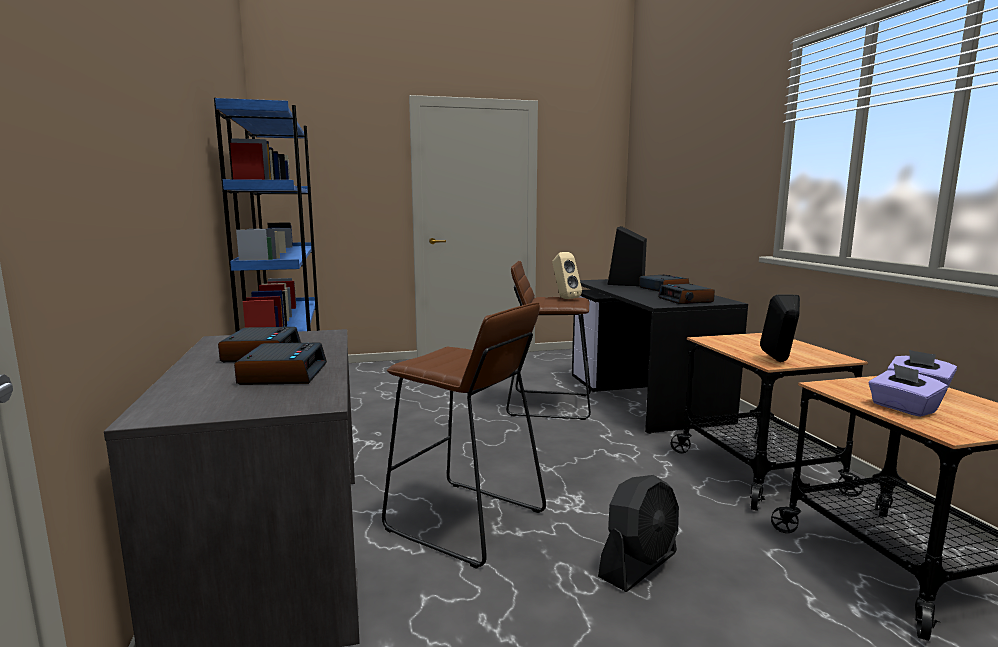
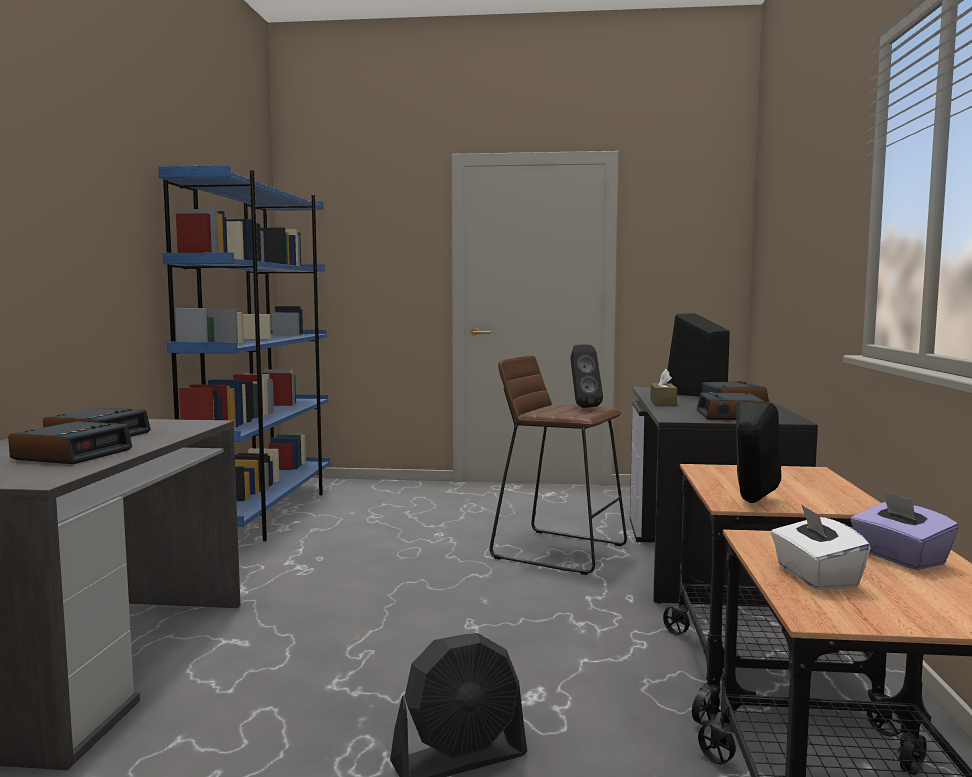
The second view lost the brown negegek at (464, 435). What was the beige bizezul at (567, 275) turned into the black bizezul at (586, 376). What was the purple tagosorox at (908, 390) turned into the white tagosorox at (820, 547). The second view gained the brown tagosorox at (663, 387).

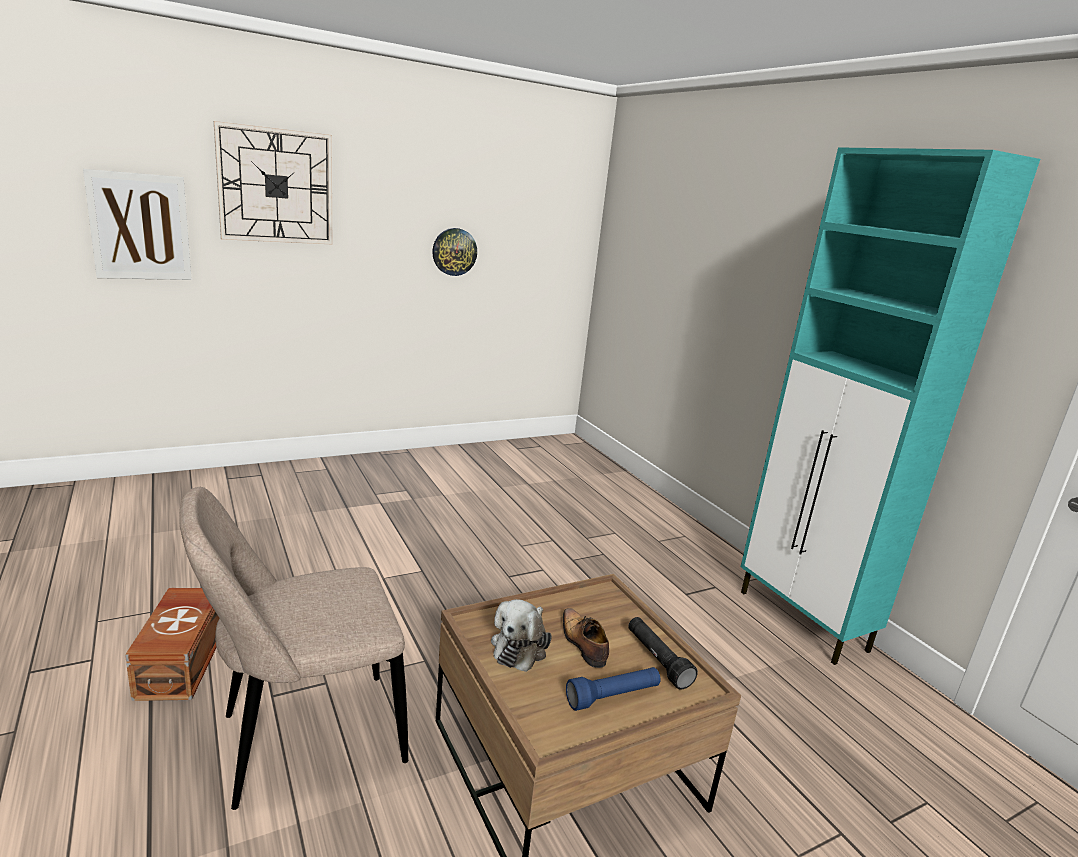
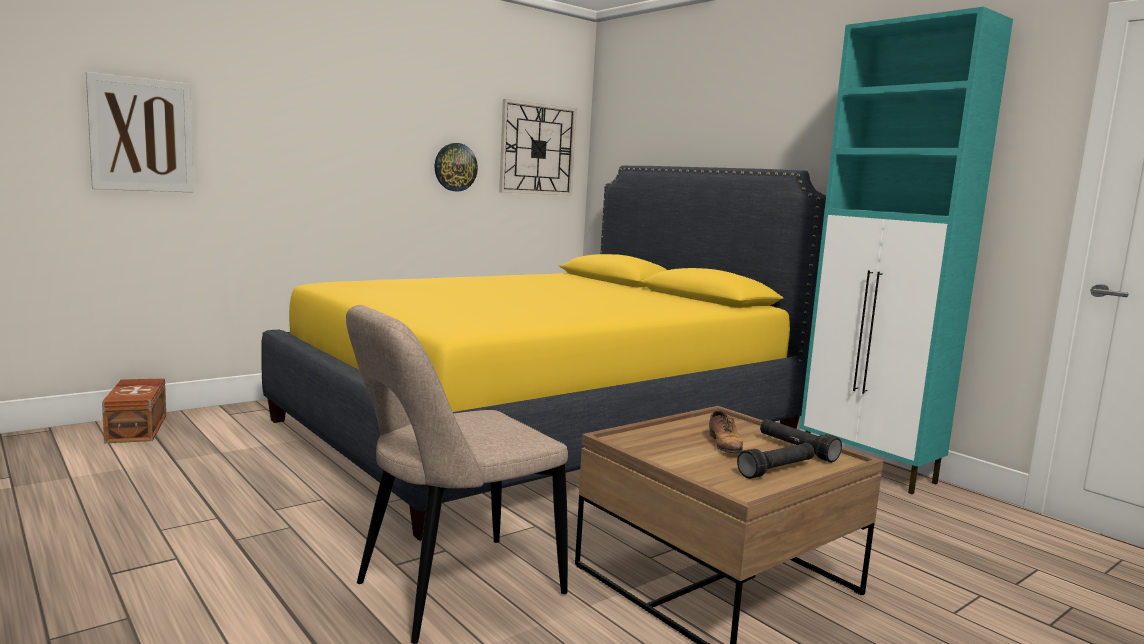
The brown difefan ended up elsewhere, having gone from (172, 644) to (134, 410). The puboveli ended up elsewhere, having gone from (273, 182) to (538, 147). The second view lost the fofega at (521, 635). The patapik at (586, 638) ended up facing another way, 150 degrees counterclockwise from before. What was the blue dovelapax at (613, 689) turned into the black dovelapax at (776, 461). The second view gained the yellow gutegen at (543, 353).

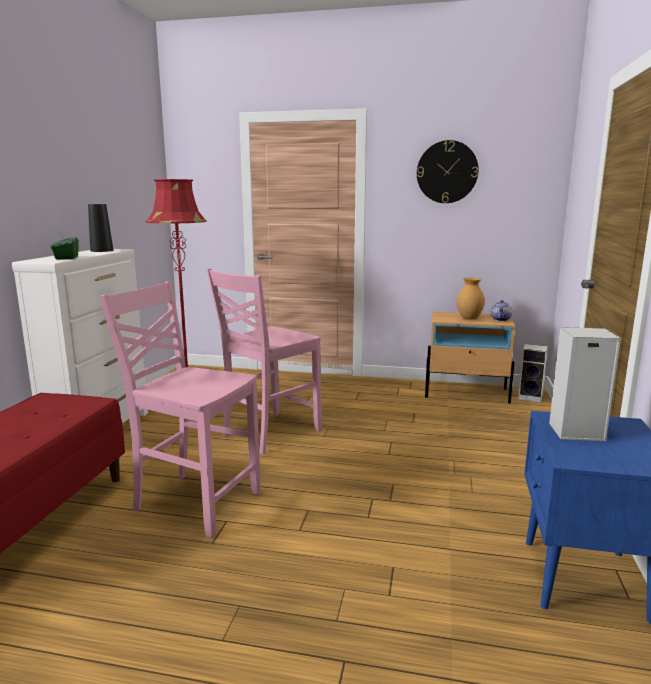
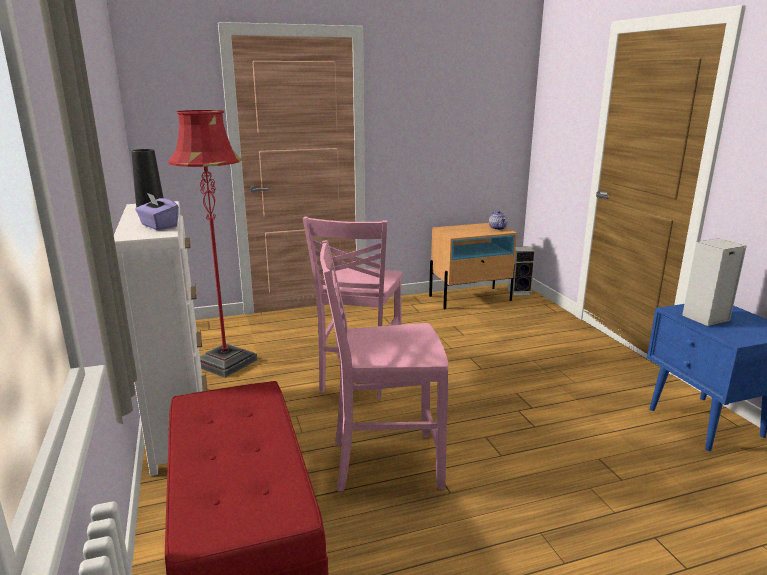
What was the green tagosorox at (64, 245) turned into the purple tagosorox at (157, 211). The second view lost the puboveli at (448, 171). The second view lost the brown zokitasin at (471, 299).

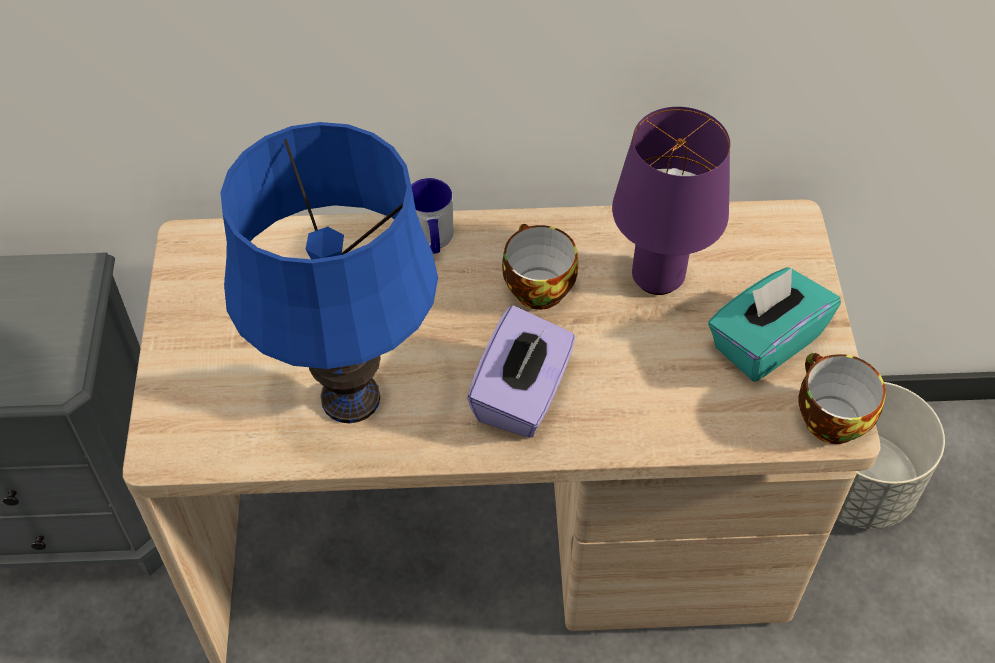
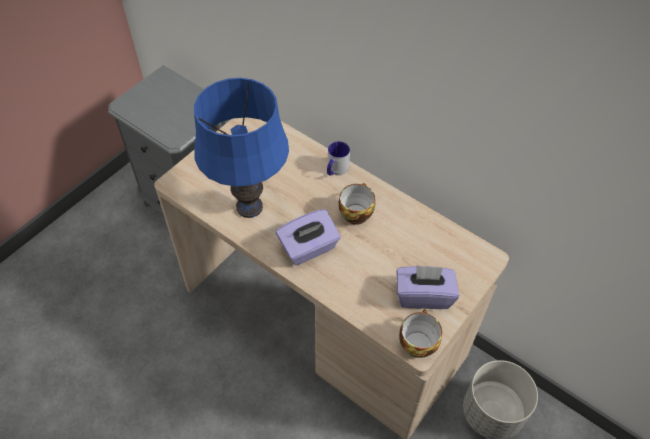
The second view lost the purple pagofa at (671, 201). What was the turquoise tagosorox at (774, 324) turned into the purple tagosorox at (428, 287).

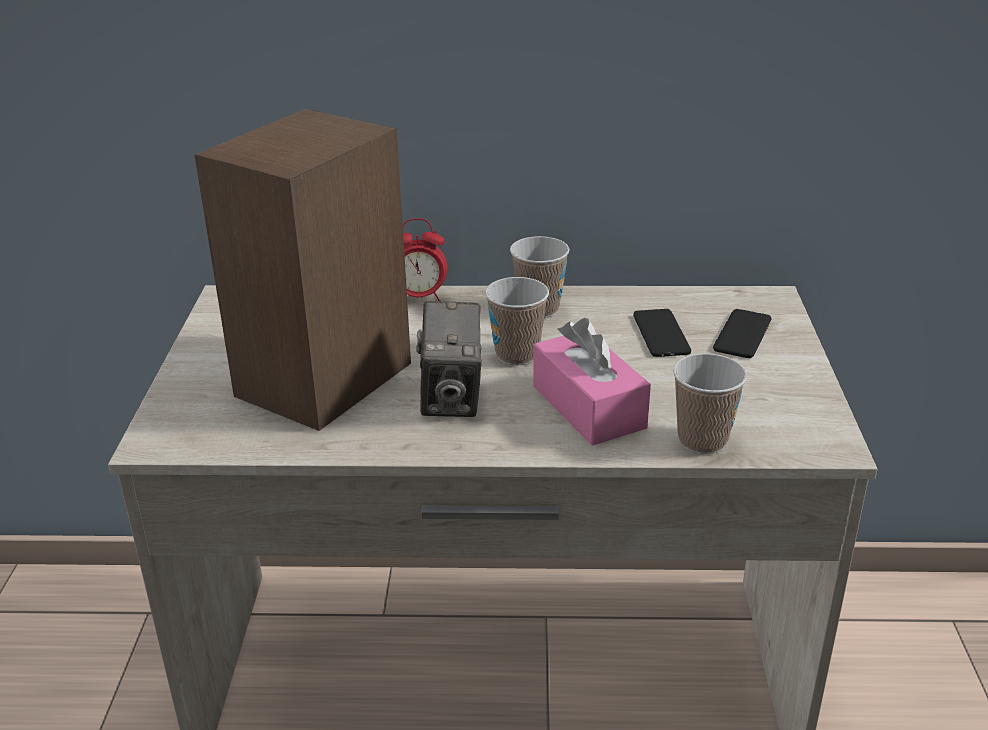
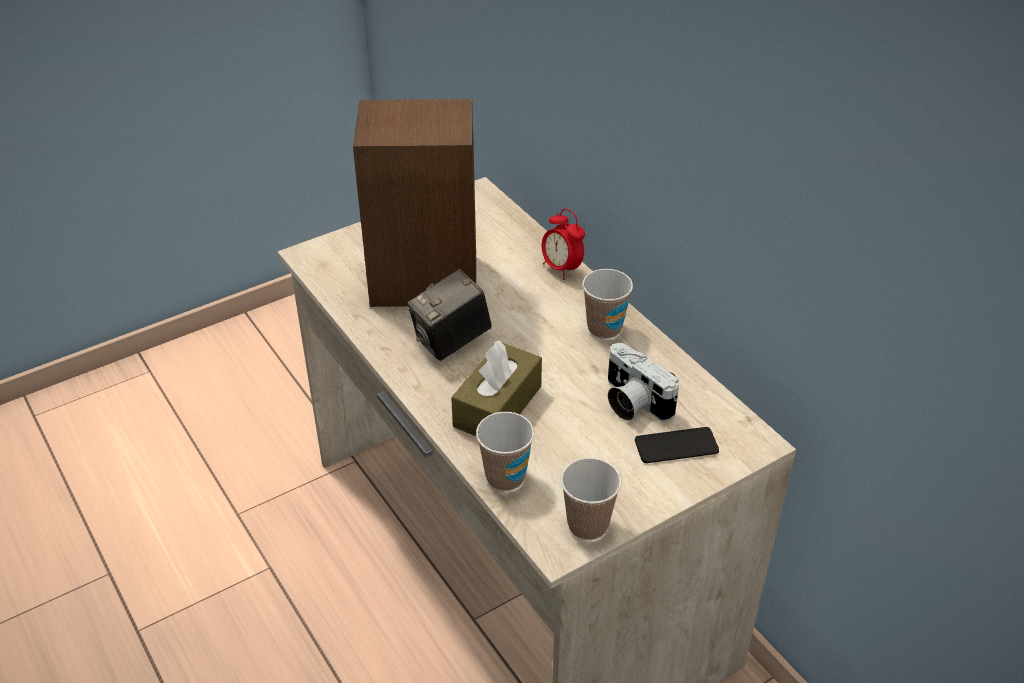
The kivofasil ended up elsewhere, having gone from (517, 321) to (591, 499). What was the pink tagosorox at (592, 382) turned into the brown tagosorox at (496, 388). Where the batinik stood at (662, 333), the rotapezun came to stand at (643, 382).

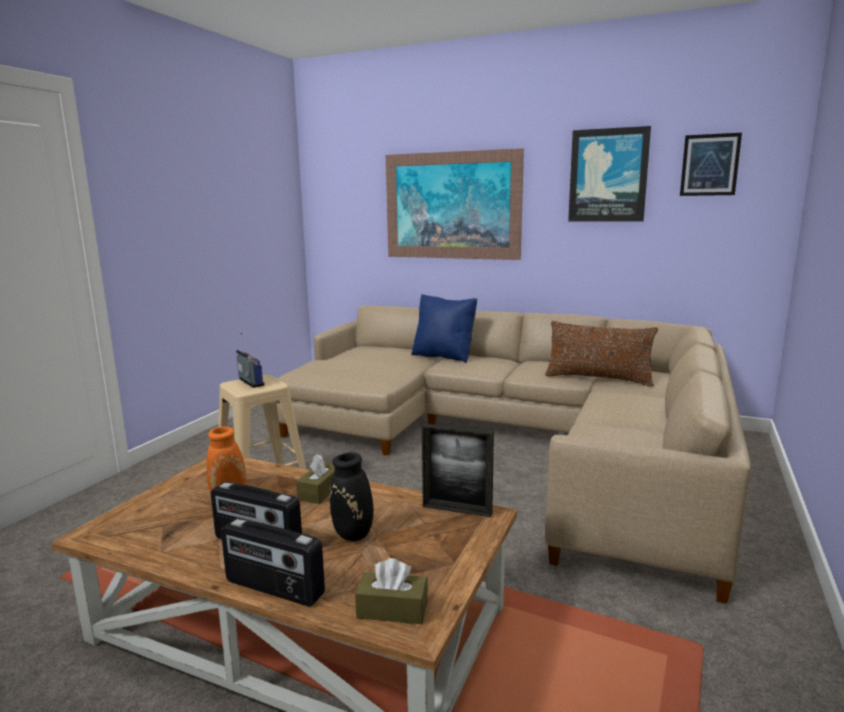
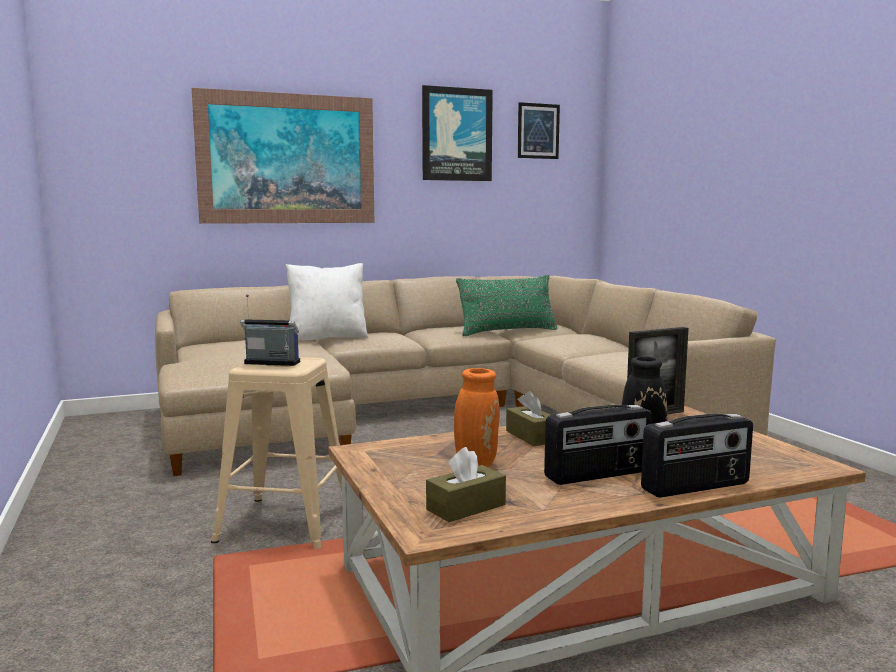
The brown tagosorox ended up elsewhere, having gone from (391, 591) to (466, 484). What was the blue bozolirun at (444, 328) turned into the white bozolirun at (327, 301). What was the brown bozolirun at (601, 353) turned into the green bozolirun at (507, 305).

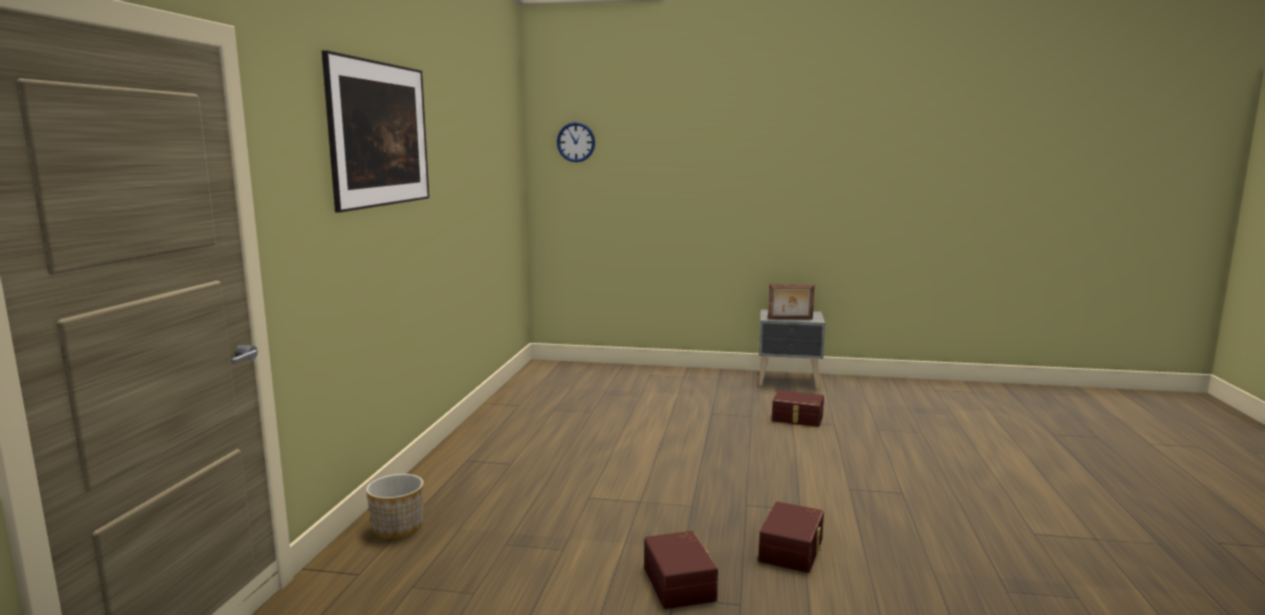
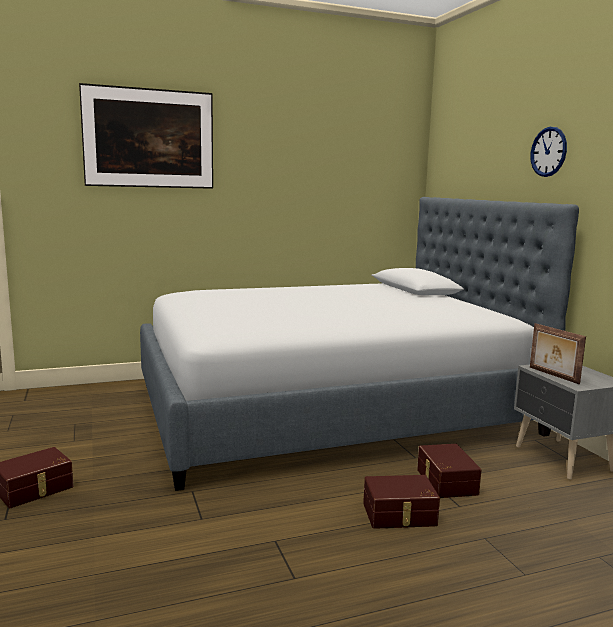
The second view lost the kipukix at (395, 506). The puboveli ended up elsewhere, having gone from (576, 142) to (549, 152). The brown difefan ended up elsewhere, having gone from (791, 537) to (401, 502). The second view gained the gutegen at (359, 344).

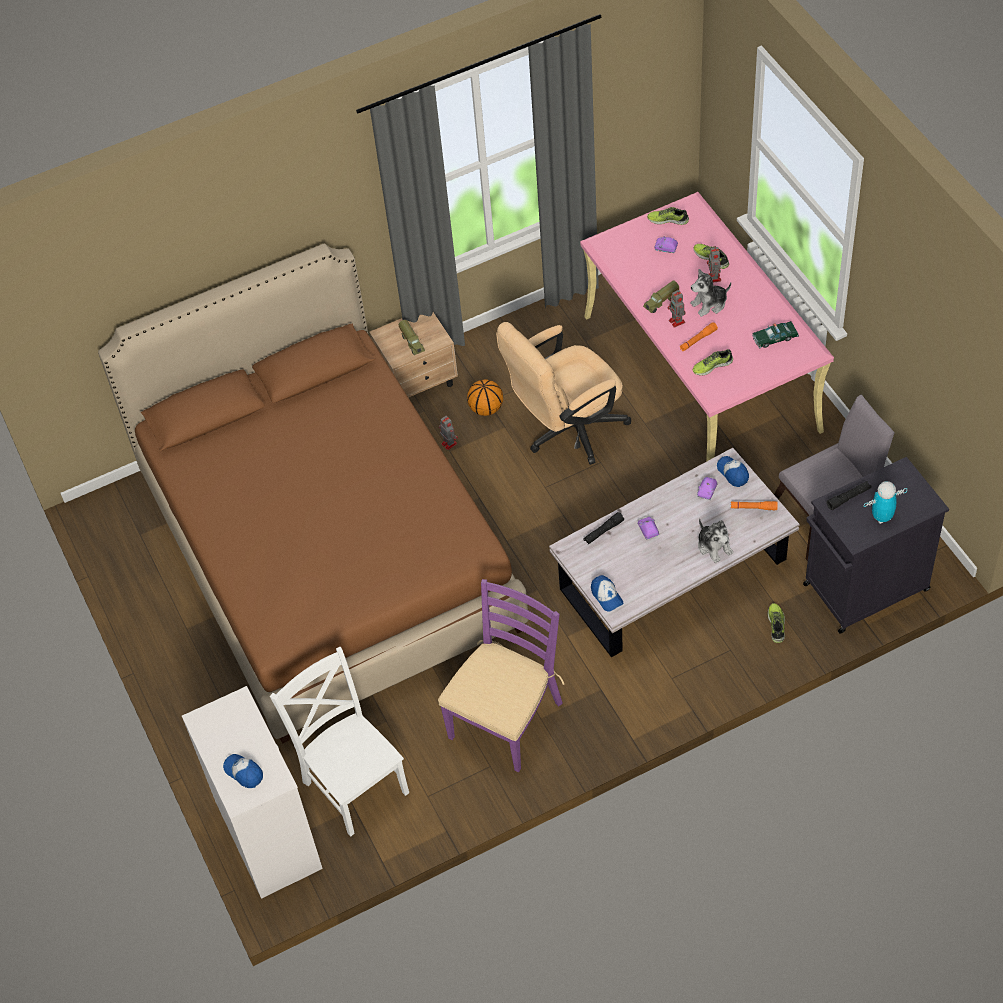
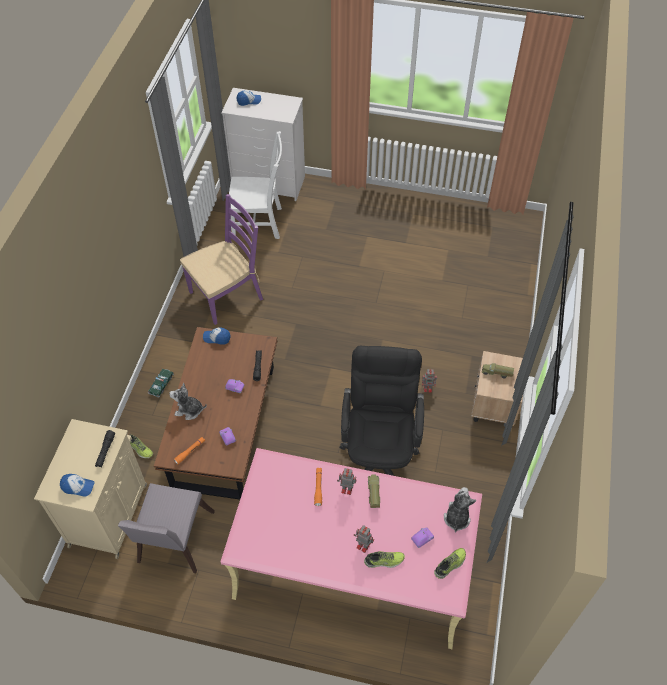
The second view lost the brown gutegen at (313, 493). The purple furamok at (501, 675) ended up facing another way, 105 degrees counterclockwise from before. The second view lost the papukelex at (485, 397). What was the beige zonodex at (563, 393) turned into the black zonodex at (381, 411). What was the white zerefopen at (674, 552) turned into the brown zerefopen at (215, 413). The fofega ended up elsewhere, having gone from (710, 293) to (460, 510). The second view lost the patapik at (713, 362). The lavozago ended up elsewhere, having gone from (733, 471) to (77, 485). The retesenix ended up elsewhere, having gone from (775, 334) to (161, 383). What was the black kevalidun at (876, 545) turned into the beige kevalidun at (90, 489). The second view lost the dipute at (885, 502).

